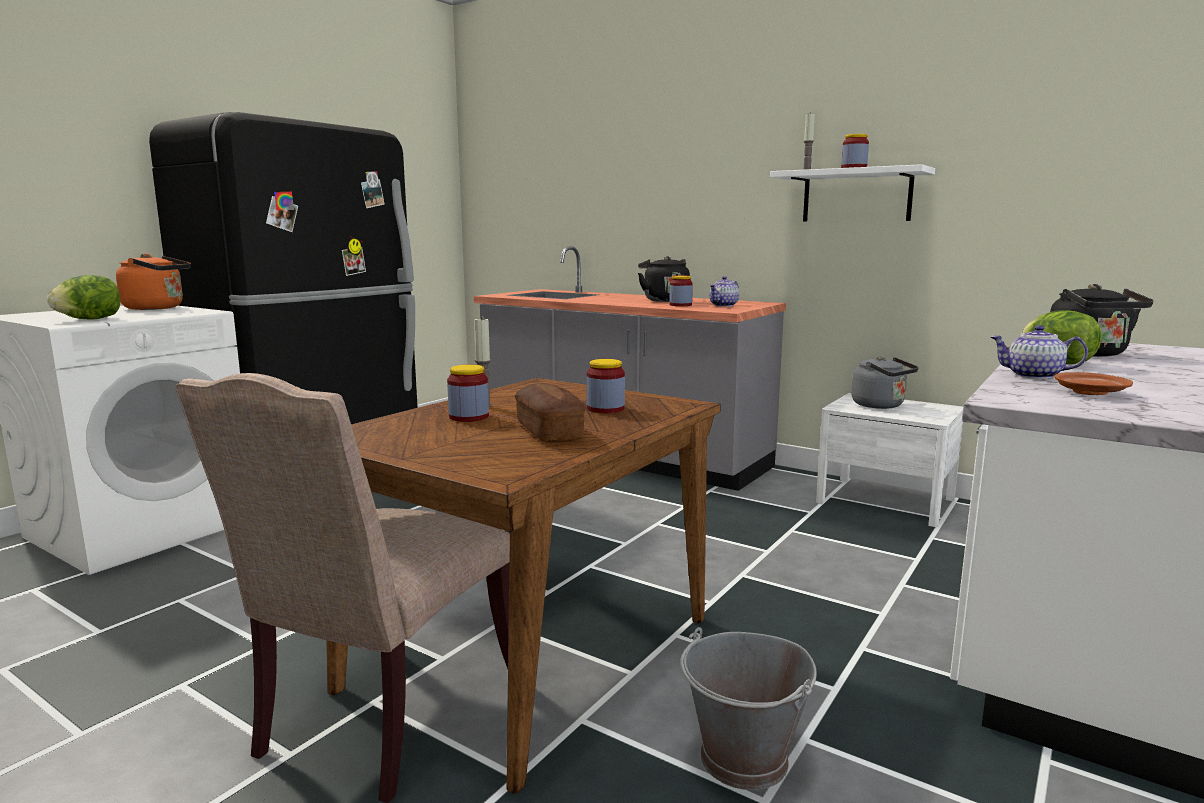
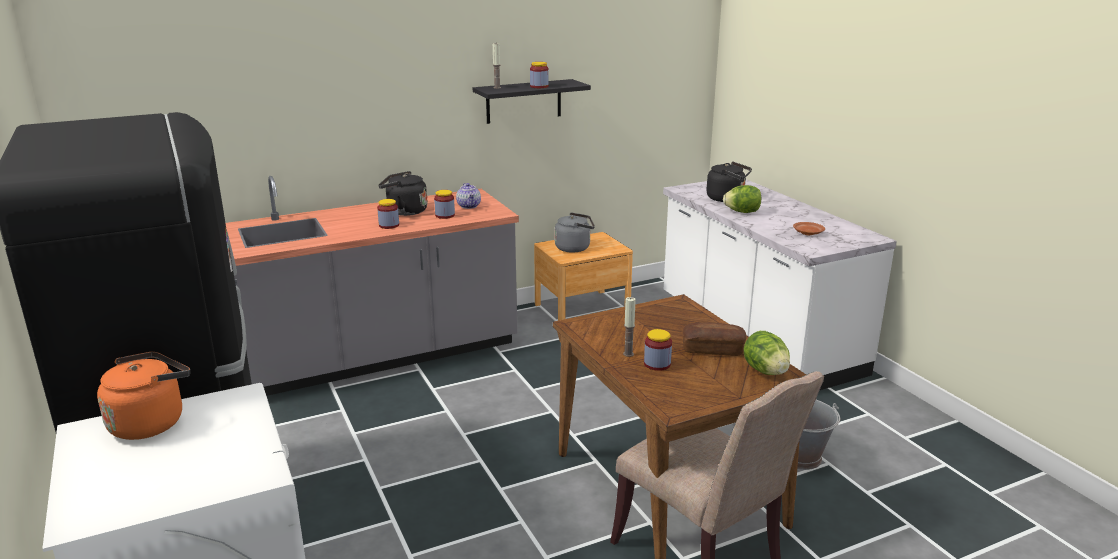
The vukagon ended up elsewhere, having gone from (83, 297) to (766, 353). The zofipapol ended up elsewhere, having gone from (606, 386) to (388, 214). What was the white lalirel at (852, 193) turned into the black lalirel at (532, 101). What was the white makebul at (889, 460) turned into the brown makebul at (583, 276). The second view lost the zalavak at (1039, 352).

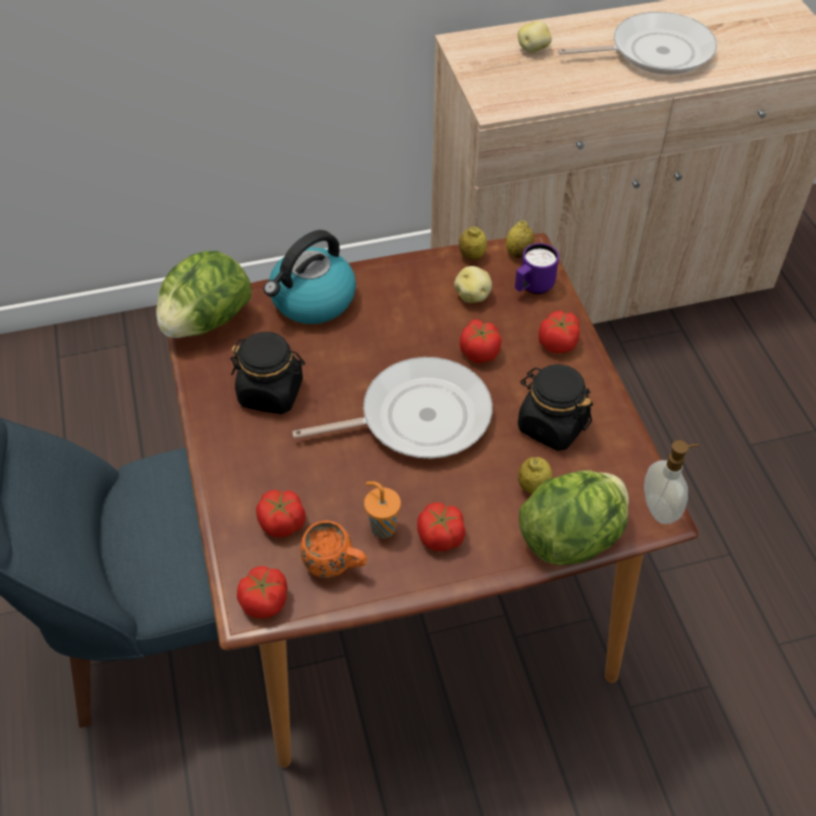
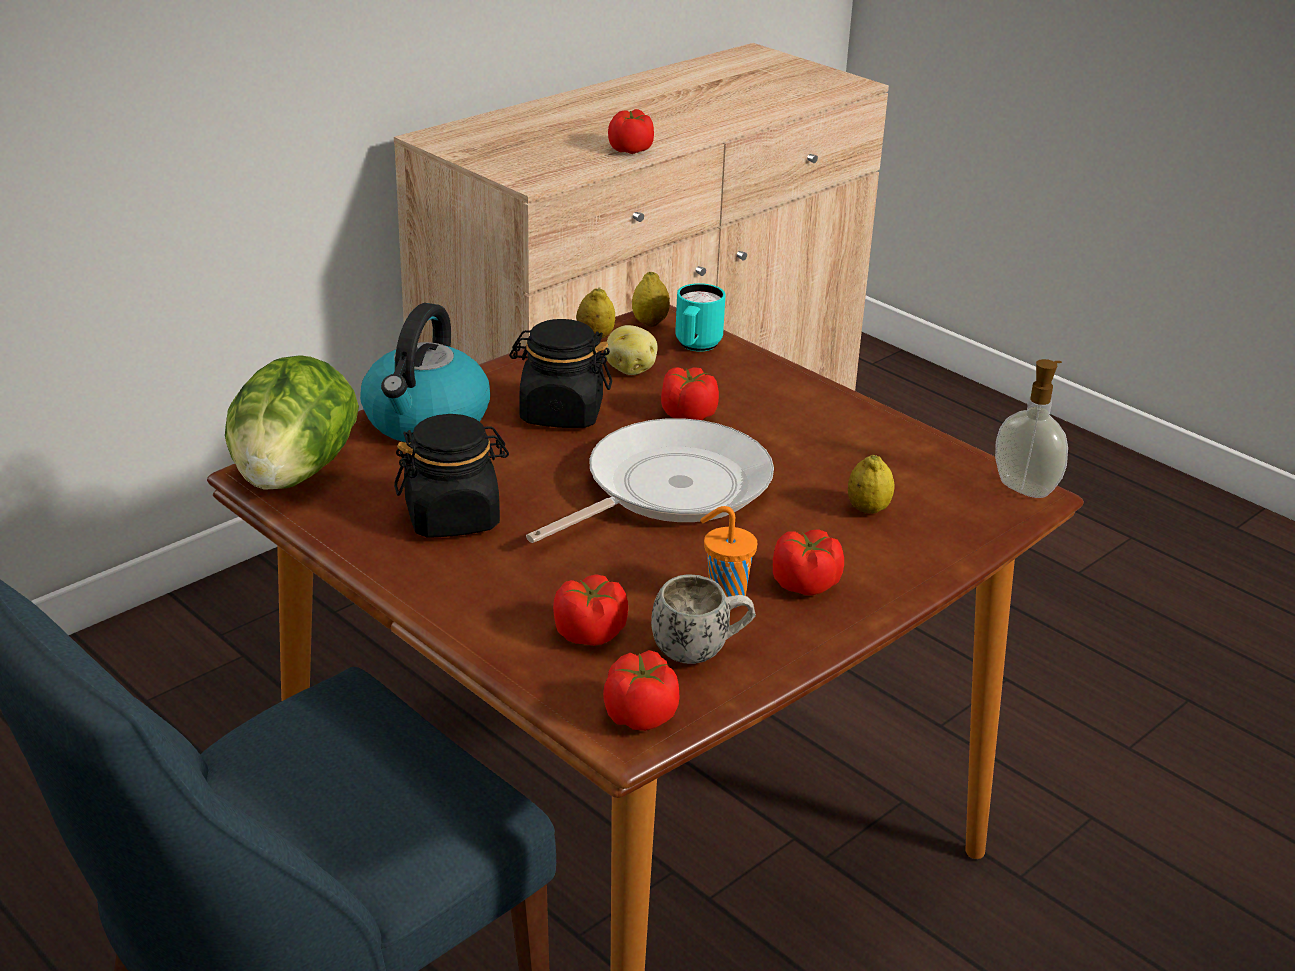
What was the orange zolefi at (333, 549) turned into the white zolefi at (703, 619). What was the purple zolefi at (537, 268) turned into the turquoise zolefi at (700, 317). The second view lost the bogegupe at (535, 37). The black zofipapol ended up elsewhere, having gone from (555, 407) to (560, 373). The second view lost the vukagon at (574, 517). The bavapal ended up elsewhere, having gone from (559, 332) to (631, 131). The second view lost the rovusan at (637, 43).

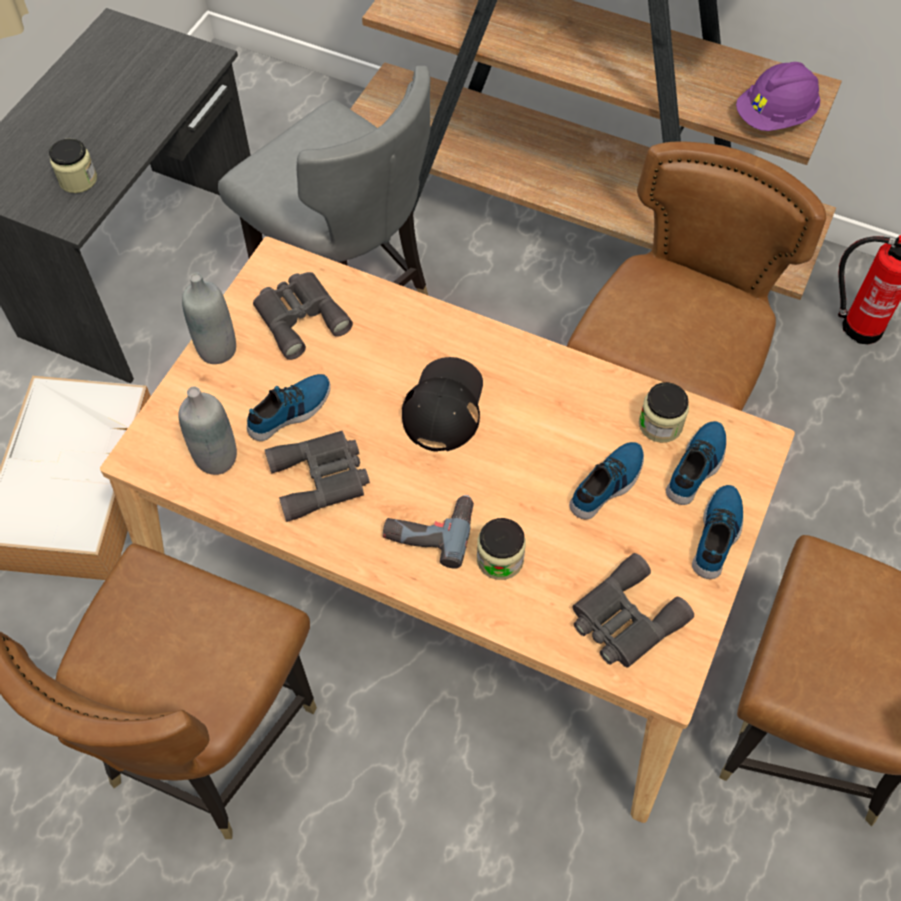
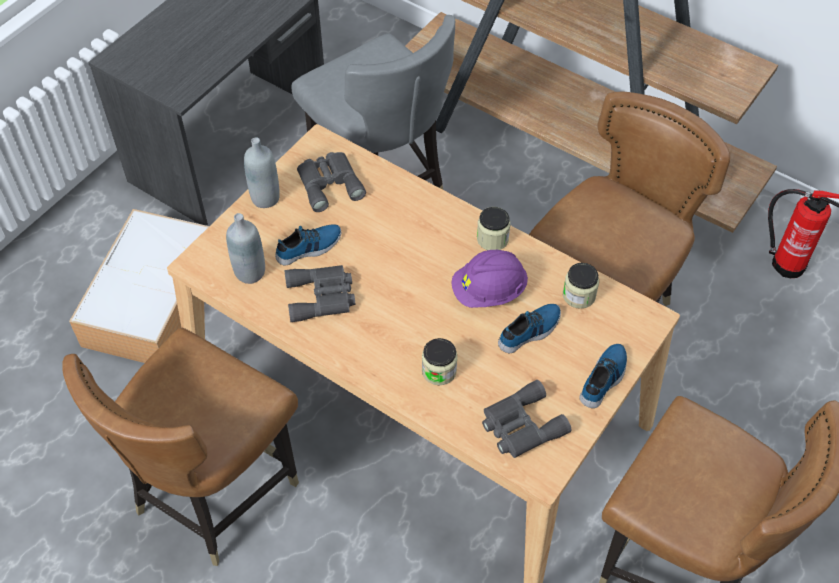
The zofipapol ended up elsewhere, having gone from (73, 165) to (493, 228). The second view lost the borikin at (428, 532). The second view lost the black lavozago at (442, 404). The second view lost the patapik at (696, 463). The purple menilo ended up elsewhere, having gone from (778, 96) to (490, 279).

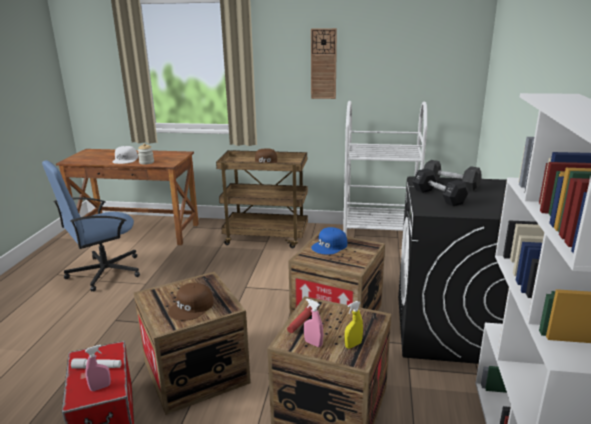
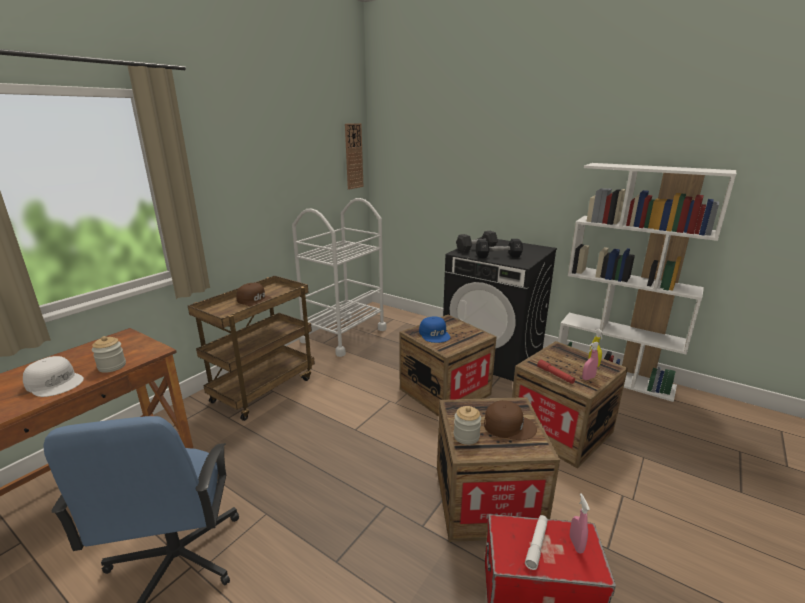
The brown lavozago at (191, 301) ended up facing another way, 45 degrees counterclockwise from before. The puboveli ended up elsewhere, having gone from (324, 63) to (354, 156). The second view gained the zofipapol at (467, 425).

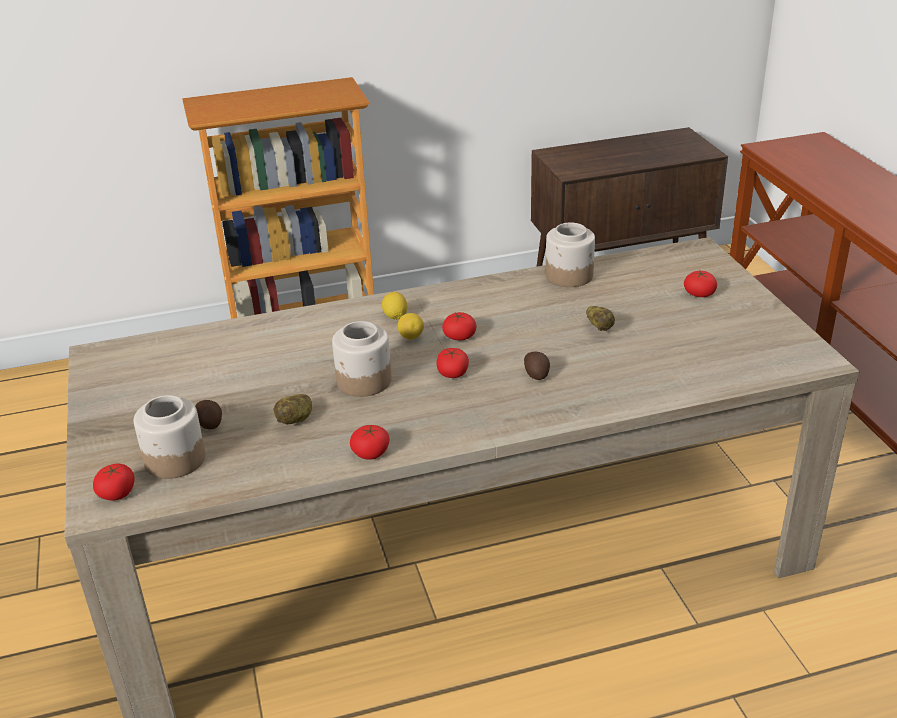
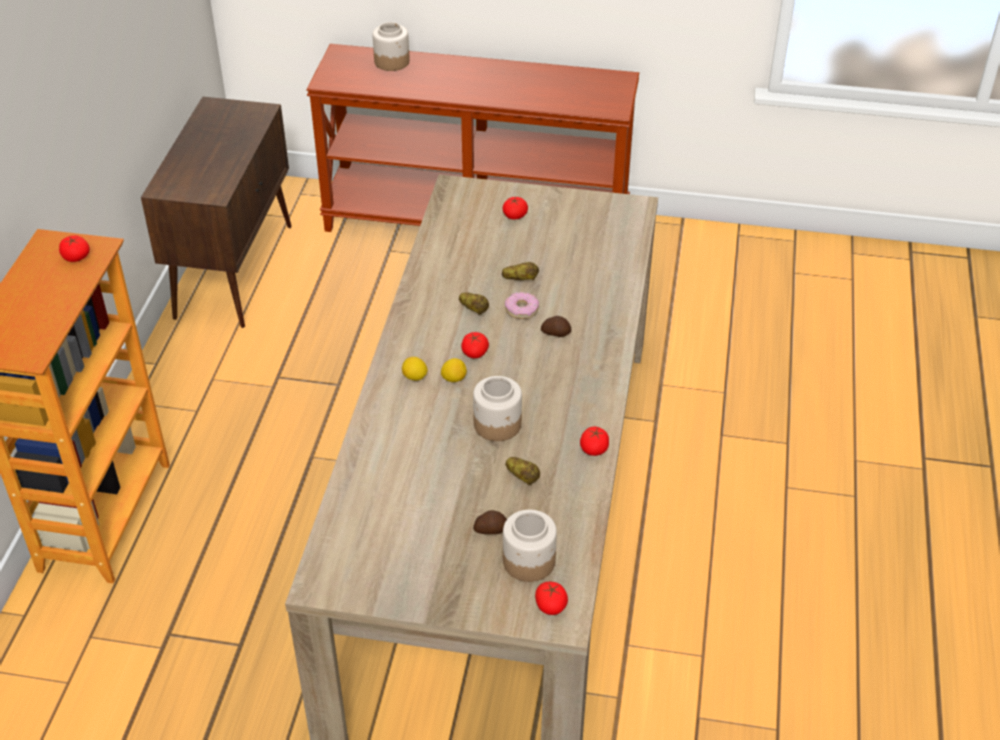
The bavapal ended up elsewhere, having gone from (452, 363) to (74, 248). The zofipapol ended up elsewhere, having gone from (570, 255) to (391, 46). The second view gained the bogegupe at (474, 303). The second view gained the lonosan at (522, 305).

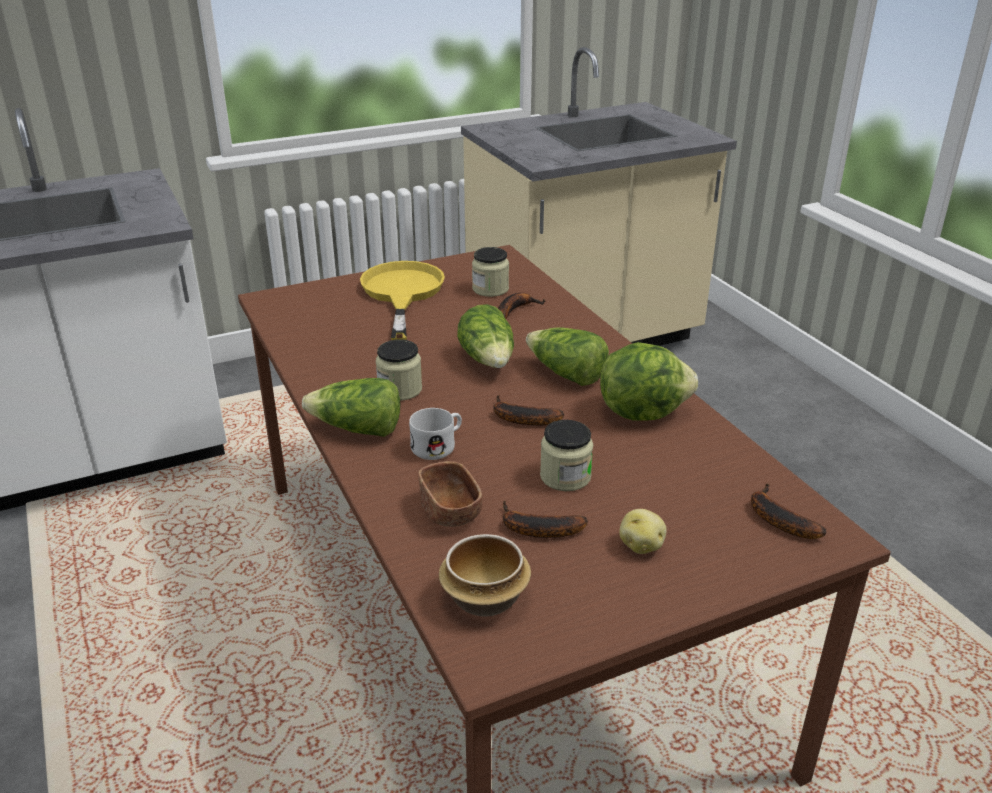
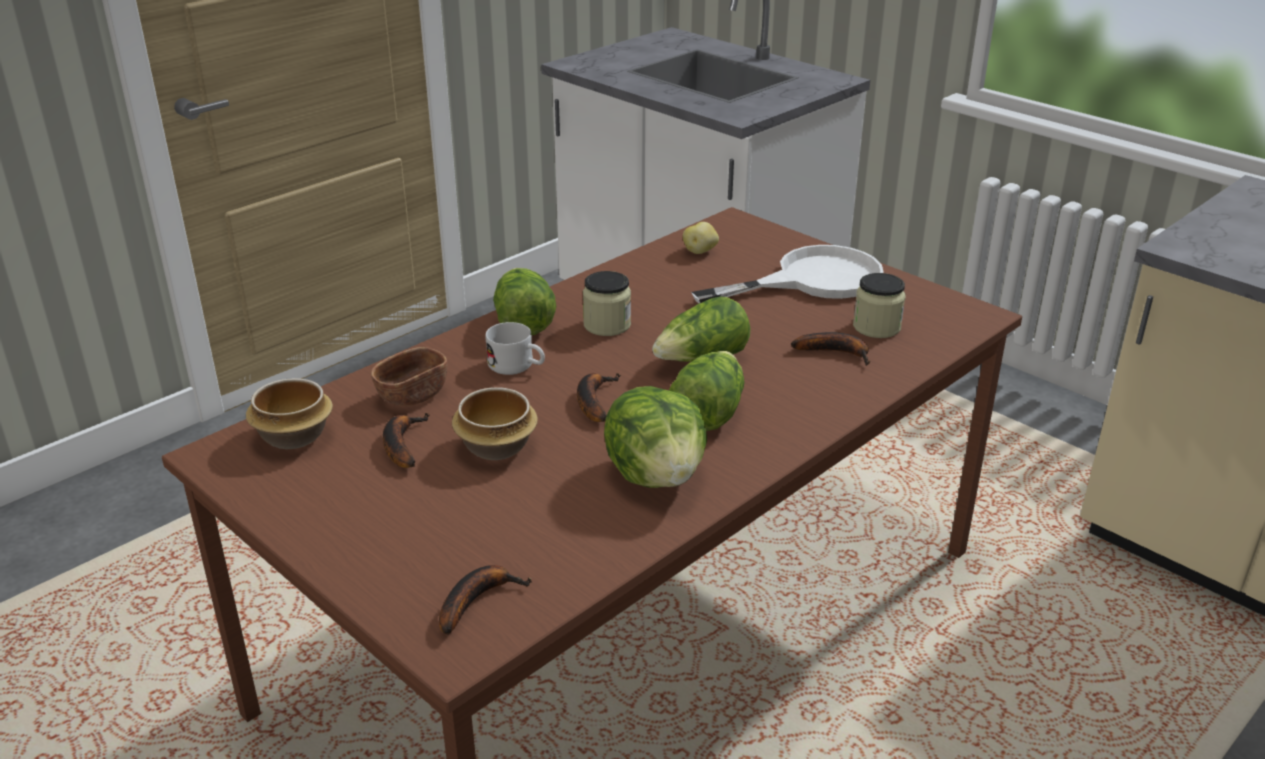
What was the yellow rovusan at (402, 300) turned into the white rovusan at (787, 274). Where the zofipapol stood at (566, 455), the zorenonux came to stand at (495, 423). The bogegupe ended up elsewhere, having gone from (643, 531) to (701, 238).

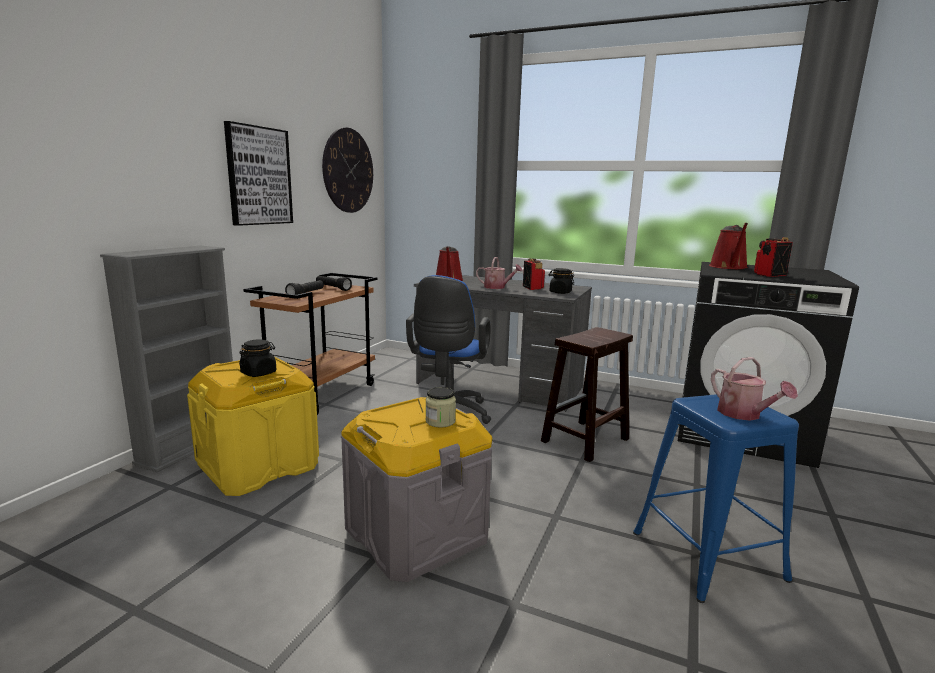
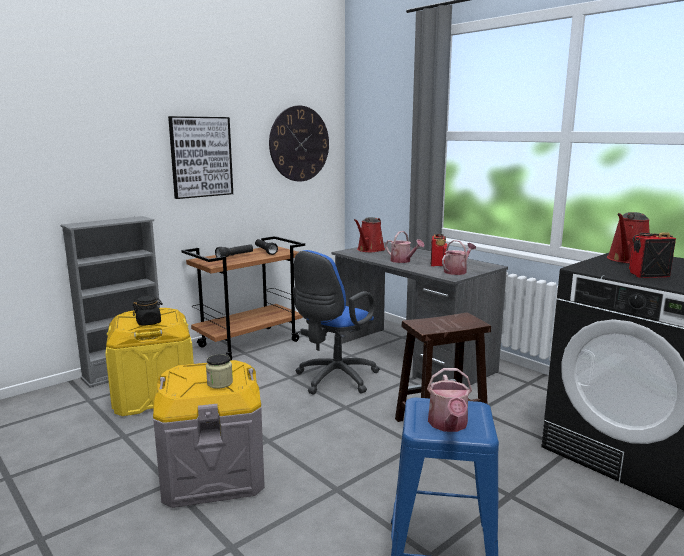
Where the black zofipapol stood at (561, 281), the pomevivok came to stand at (459, 257).

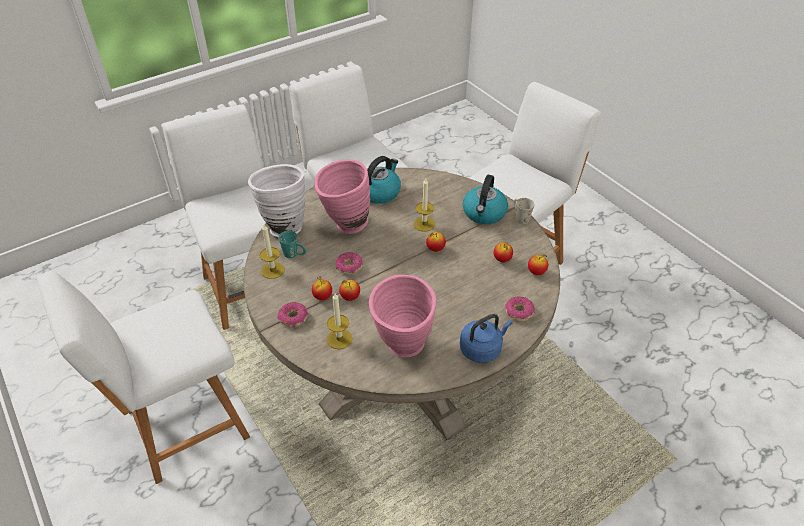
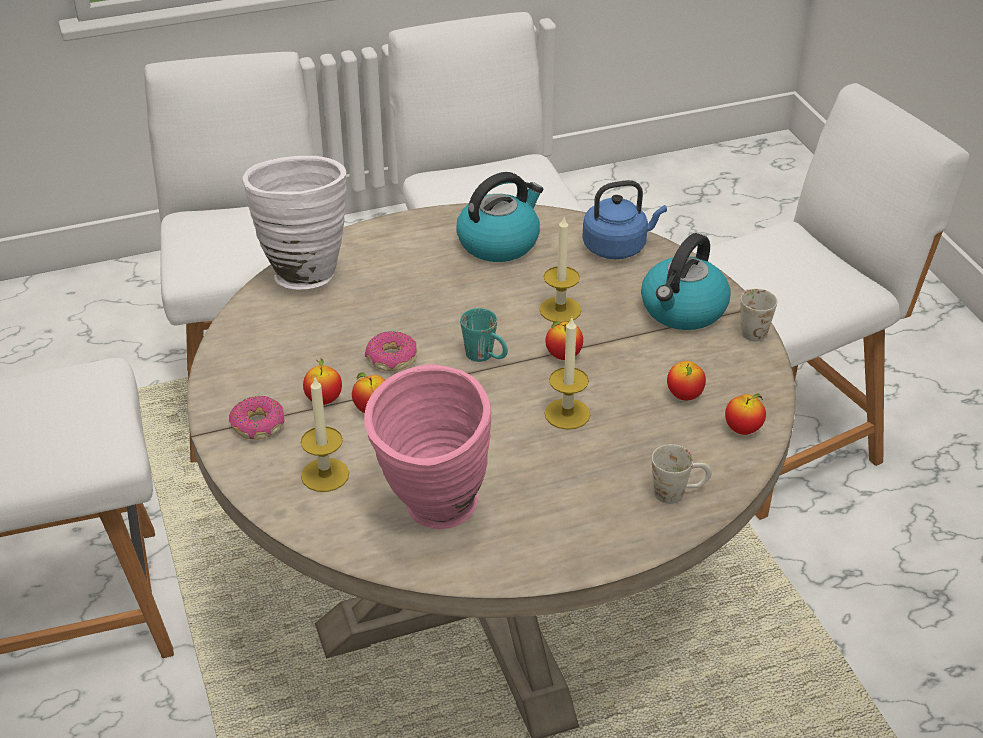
The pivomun ended up elsewhere, having gone from (272, 251) to (567, 374). The turquoise zolefi ended up elsewhere, having gone from (292, 244) to (484, 335). The second view lost the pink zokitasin at (342, 196). The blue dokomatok ended up elsewhere, having gone from (486, 338) to (624, 219). Where the lonosan stood at (520, 308), the white zolefi came to stand at (682, 474).

